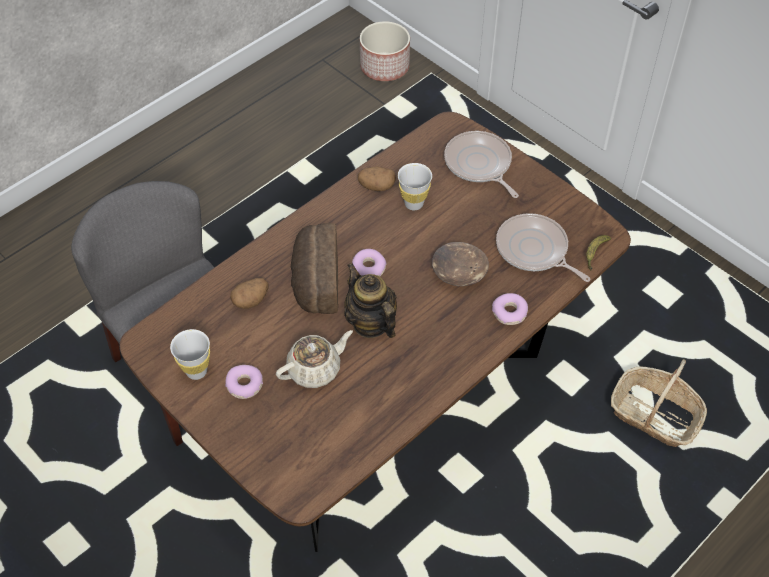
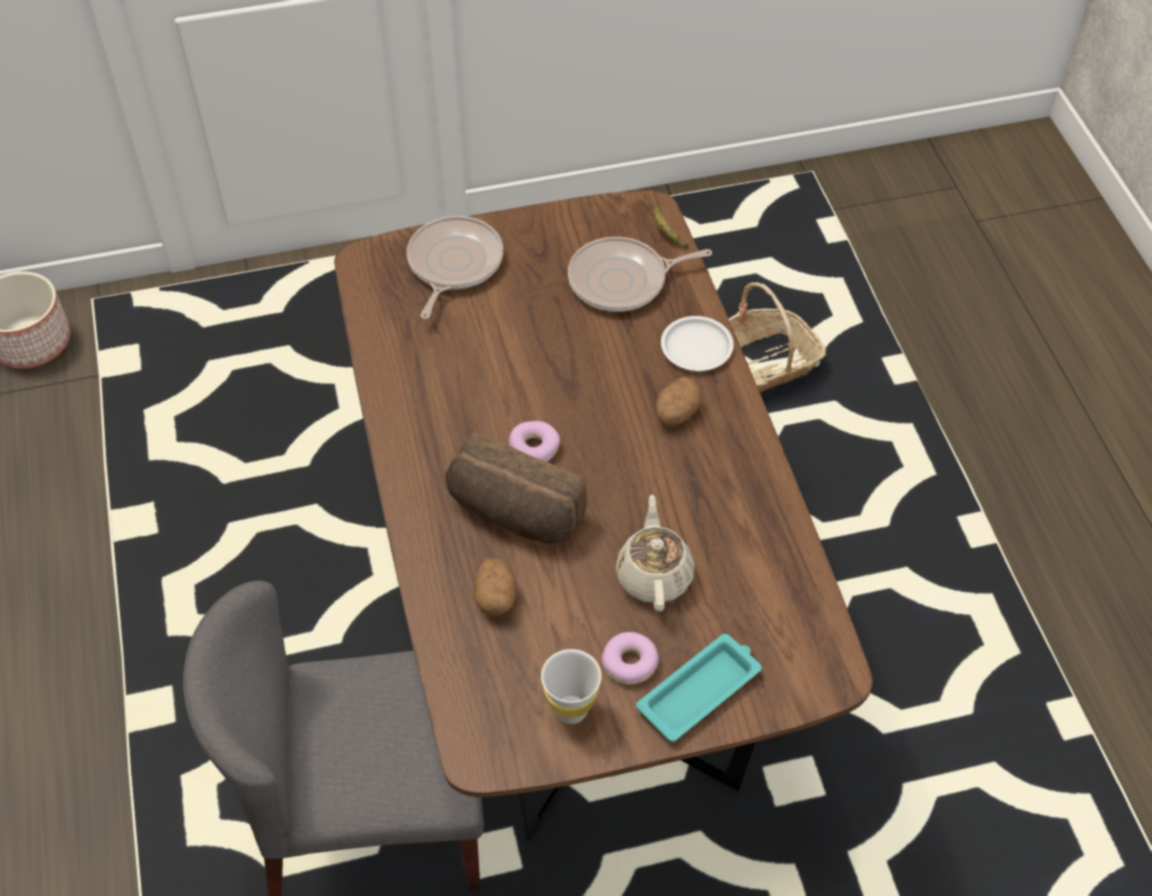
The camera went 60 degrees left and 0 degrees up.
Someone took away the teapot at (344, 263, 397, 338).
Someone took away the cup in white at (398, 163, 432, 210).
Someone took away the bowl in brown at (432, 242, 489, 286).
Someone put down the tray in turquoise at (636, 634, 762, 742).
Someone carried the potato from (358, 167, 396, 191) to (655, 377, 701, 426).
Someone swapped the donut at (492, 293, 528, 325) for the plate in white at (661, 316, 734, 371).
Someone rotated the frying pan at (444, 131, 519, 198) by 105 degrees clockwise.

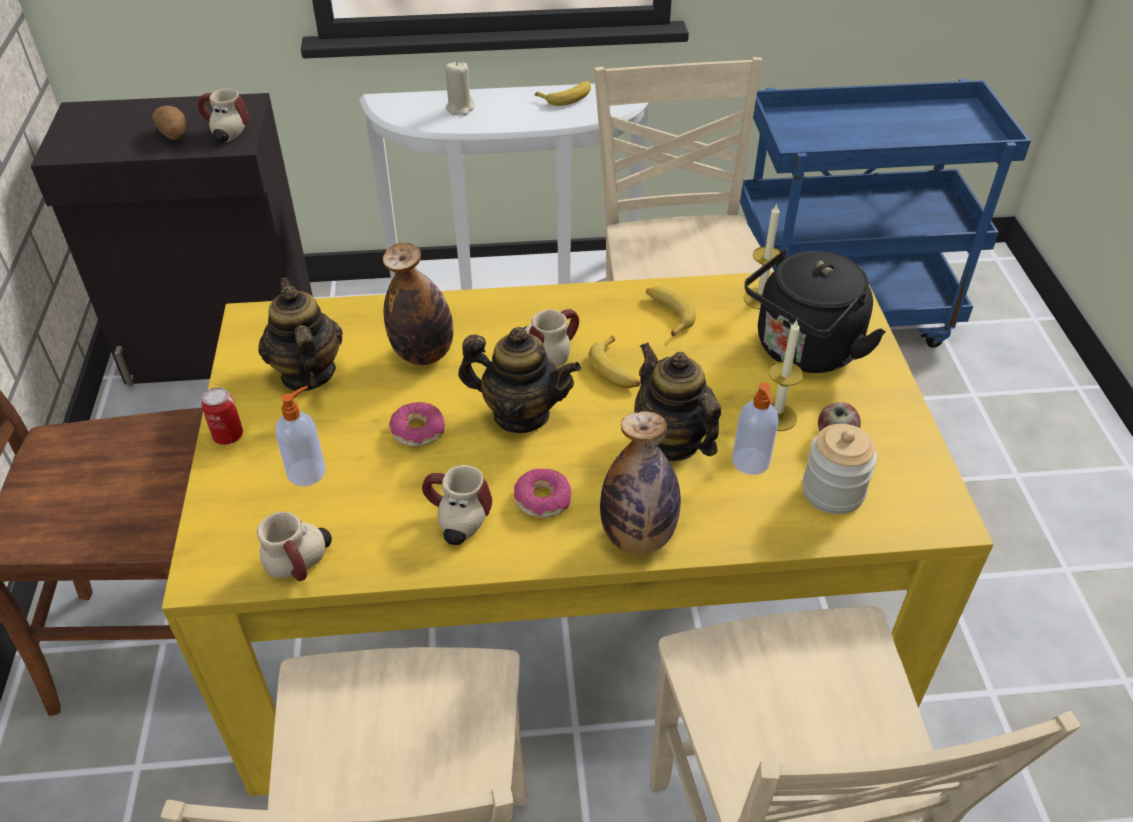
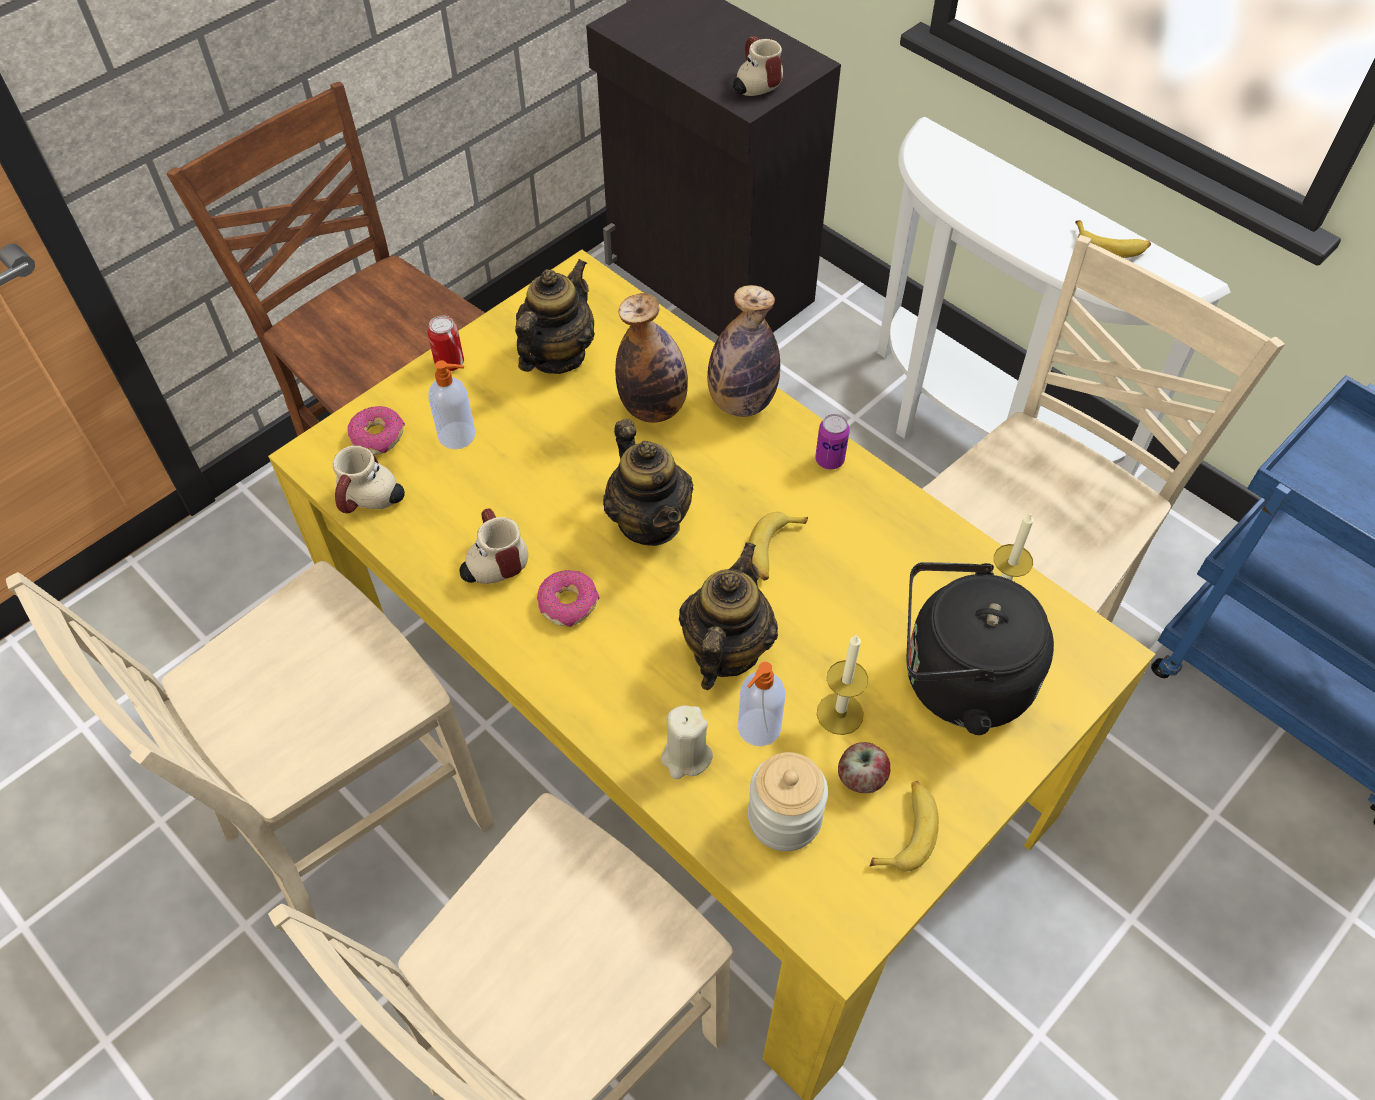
The camera went 50 degrees right and 10 degrees up.
Someone took away the potato at (152, 106, 186, 140).
Someone took away the mug at (524, 309, 579, 367).
Someone put down the can at (815, 414, 850, 469).
Someone carried the donut from (389, 402, 445, 447) to (348, 406, 405, 455).
Someone carried the candle in beige from (445, 61, 475, 116) to (661, 705, 713, 779).
Someone carried the bottle from (600, 411, 681, 554) to (707, 285, 780, 417).
Someone carried the banana from (646, 286, 696, 337) to (870, 781, 939, 871).

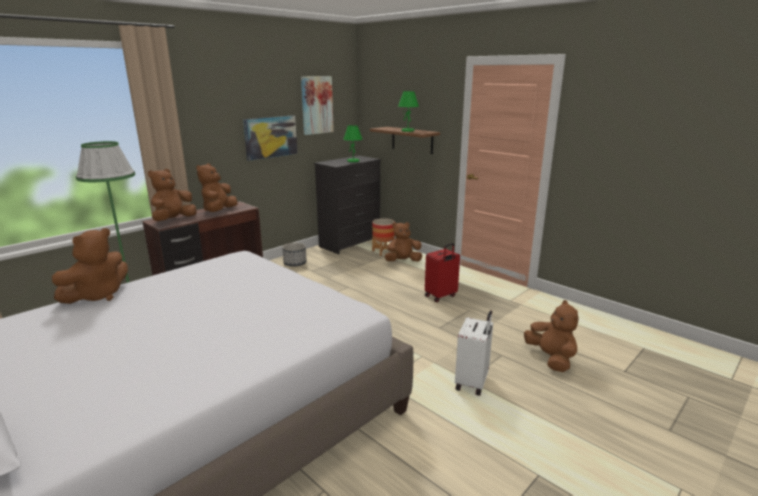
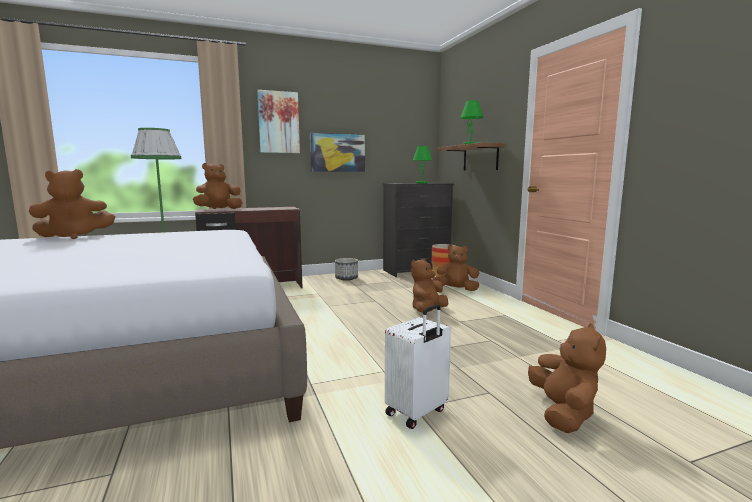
The camera went 25 degrees right and 10 degrees down.
Someone took away the suitcase in red at (425, 243, 460, 302).
Someone carried the plush toy in brown from (196, 163, 238, 212) to (411, 258, 448, 312).
Someone carried the picture from (301, 76, 334, 135) to (257, 90, 300, 153).

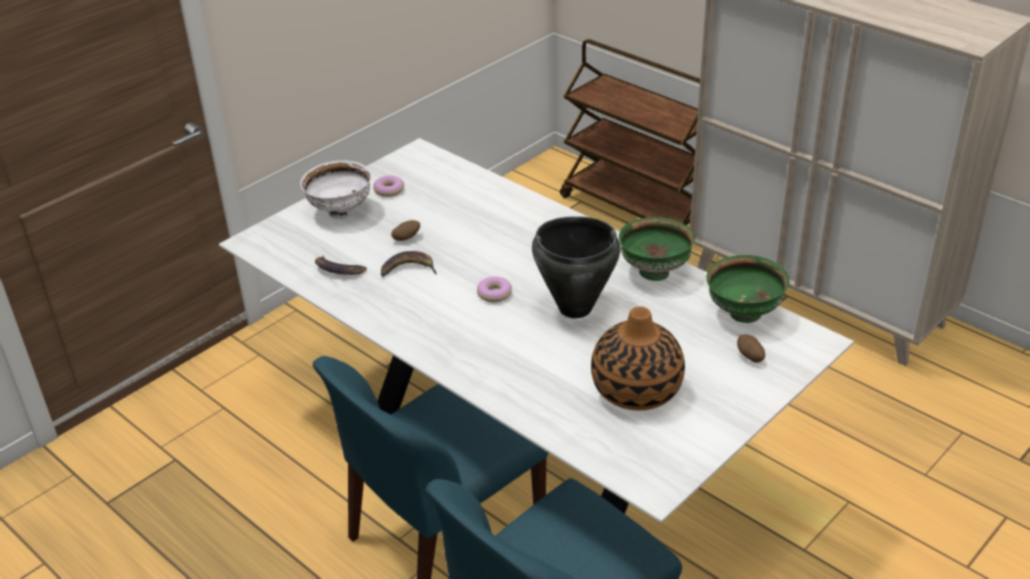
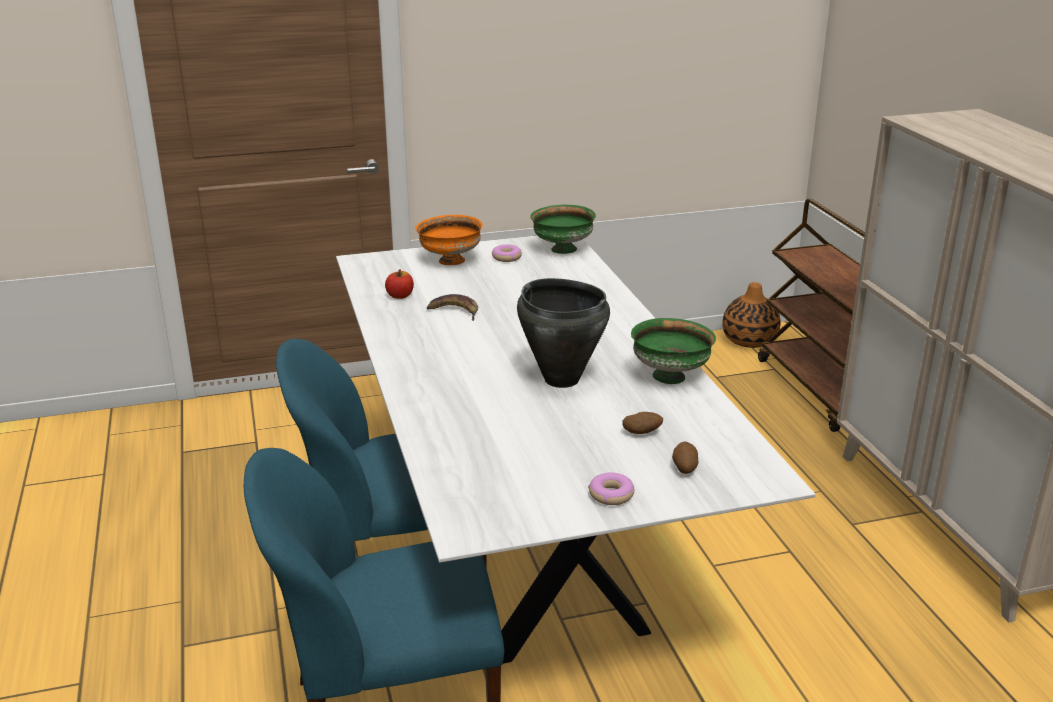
The camera went 30 degrees right and 10 degrees down.
Someone carried the potato from (391, 220, 420, 241) to (622, 412, 663, 434).
Someone carried the donut from (477, 277, 512, 302) to (588, 473, 634, 505).
Someone carried the vase from (591, 306, 685, 410) to (722, 282, 781, 348).
Someone carried the bowl in green from (706, 255, 789, 323) to (530, 205, 596, 254).
Someone swapped the banana at (315, 256, 367, 275) for the apple at (385, 269, 414, 299).
Someone repainted the bowl in white at (300, 160, 372, 219), which became the bowl in orange at (416, 215, 483, 265).

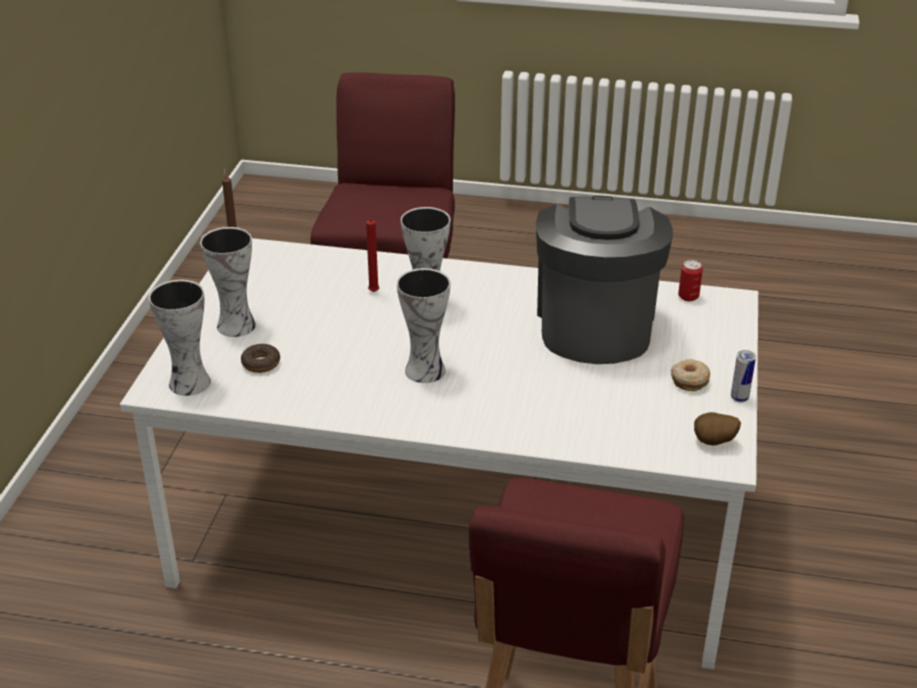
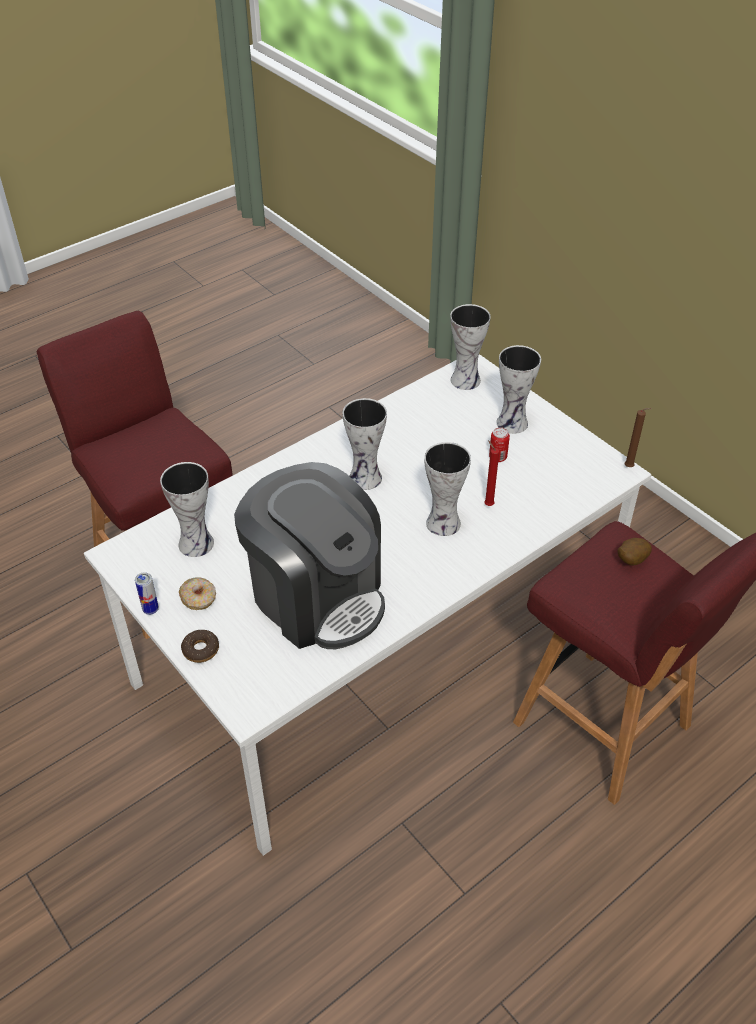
The camera went 130 degrees right and 10 degrees up.
Someone put down the vase at (160, 462, 214, 557).
Someone carried the donut from (241, 343, 280, 373) to (181, 630, 219, 663).
Someone carried the can from (678, 260, 703, 301) to (489, 427, 510, 462).
Someone carried the potato from (694, 412, 741, 446) to (617, 538, 652, 566).

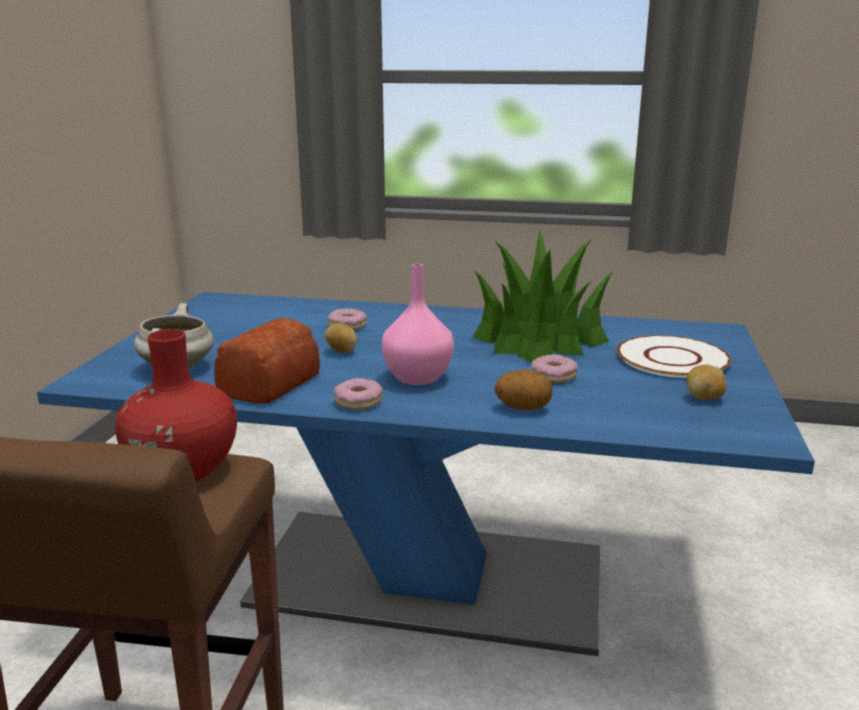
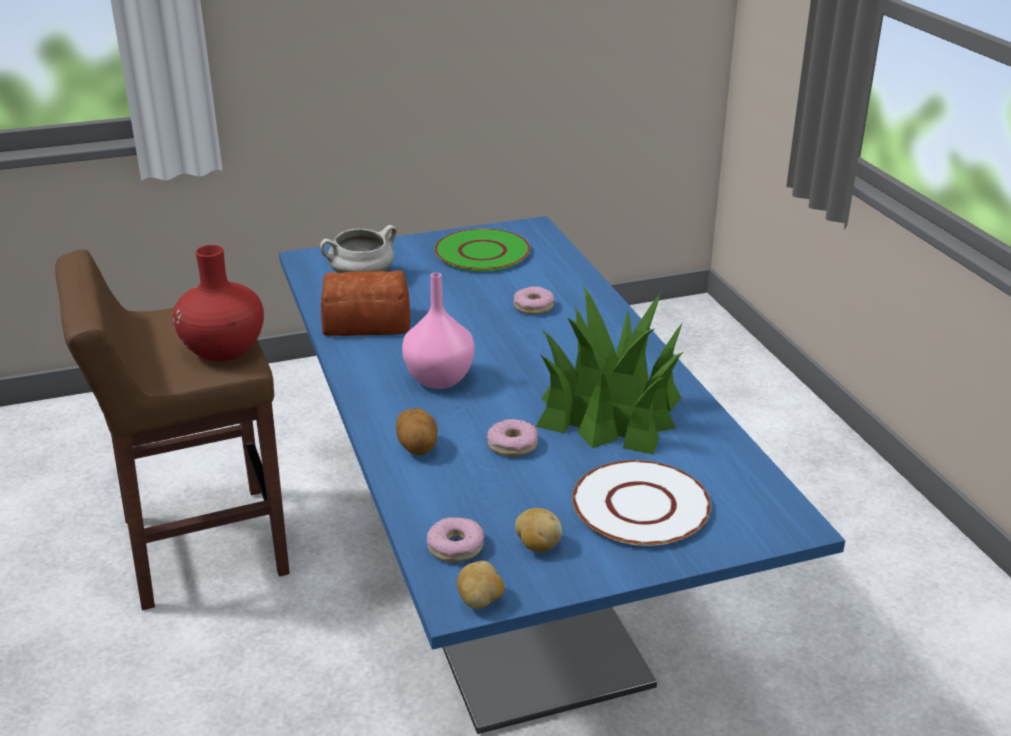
The camera went 60 degrees right and 10 degrees up.
Someone put down the plate in green at (435, 228, 530, 272).
Someone carried the potato from (325, 323, 357, 353) to (457, 561, 505, 609).
Someone carried the donut from (334, 378, 383, 410) to (427, 517, 484, 562).

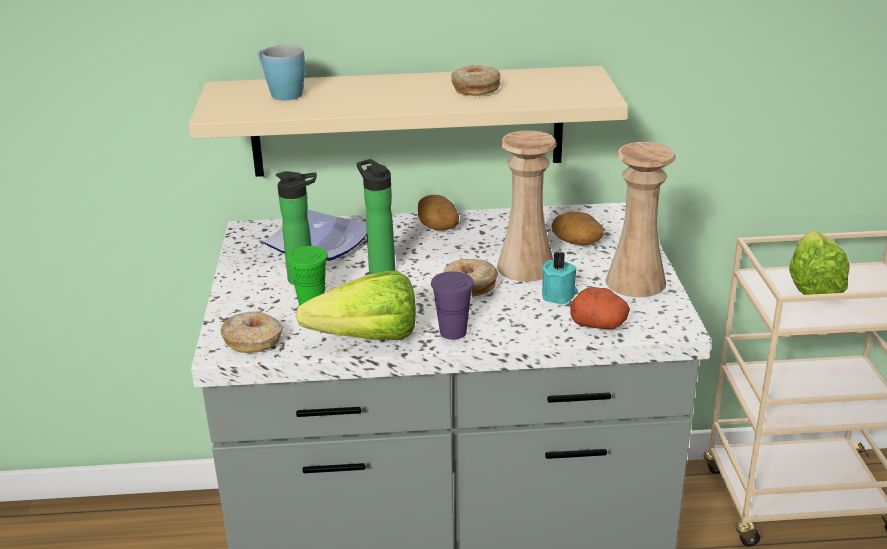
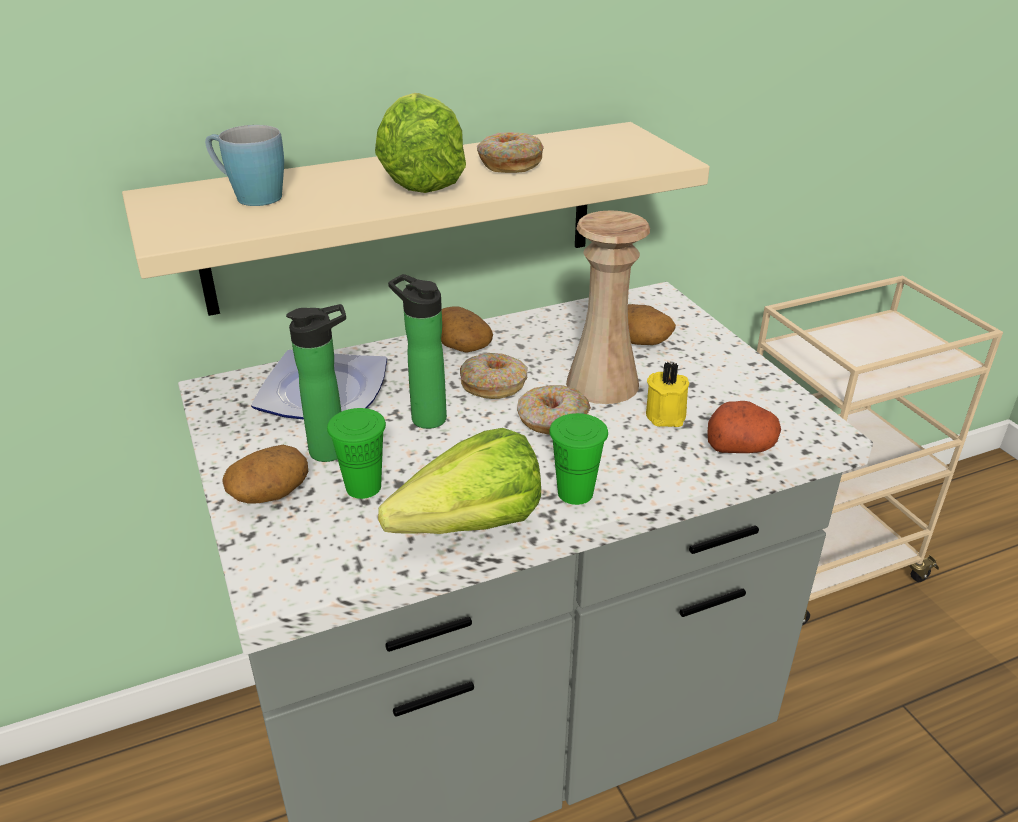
The camera went 20 degrees left and 5 degrees up.
Someone took away the vase in beige at (605, 142, 676, 297).
Someone put down the potato at (222, 445, 308, 504).
Someone carried the donut from (220, 312, 283, 353) to (460, 353, 528, 399).
Someone carried the lettuce from (789, 230, 850, 295) to (375, 93, 466, 193).
Someone repainted the cup in purple at (431, 271, 474, 340), which became the cup in green at (549, 413, 608, 505).
Someone repainted the candle in turquoise at (542, 251, 578, 304), which became the candle in yellow at (646, 361, 689, 427).

